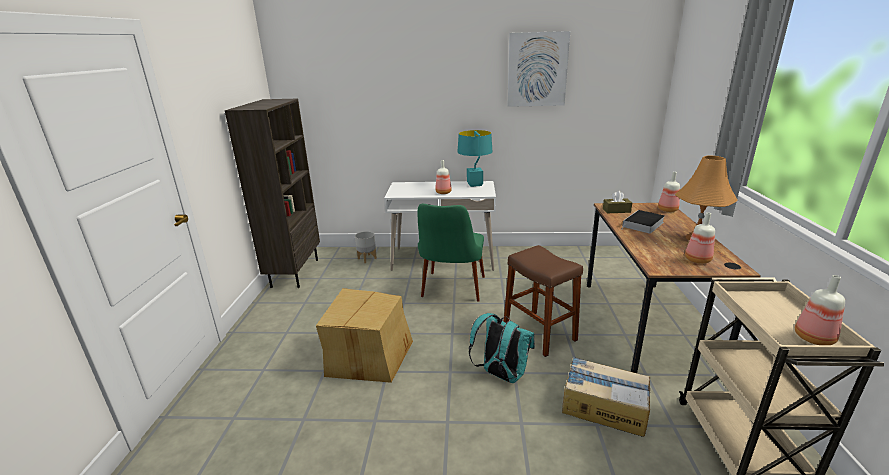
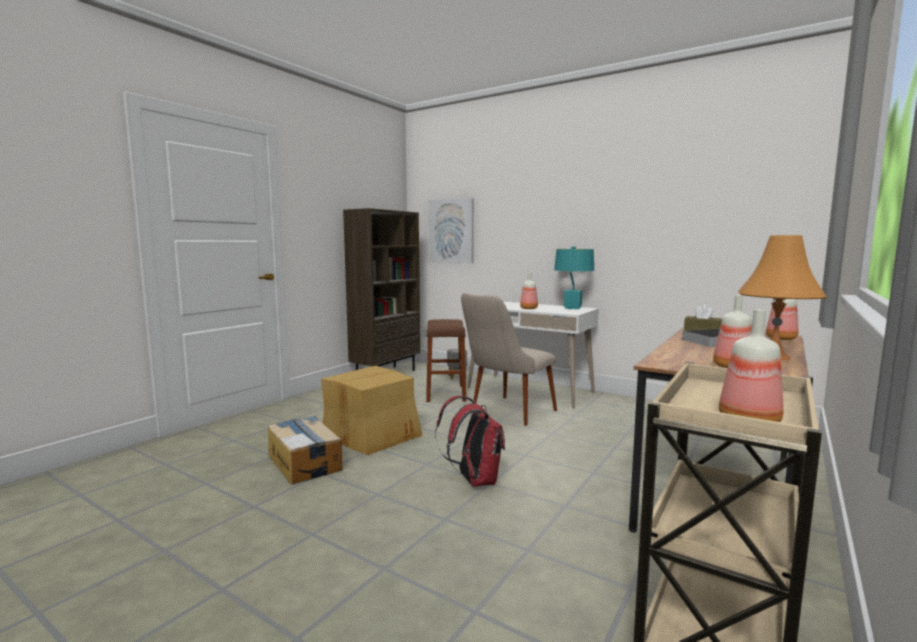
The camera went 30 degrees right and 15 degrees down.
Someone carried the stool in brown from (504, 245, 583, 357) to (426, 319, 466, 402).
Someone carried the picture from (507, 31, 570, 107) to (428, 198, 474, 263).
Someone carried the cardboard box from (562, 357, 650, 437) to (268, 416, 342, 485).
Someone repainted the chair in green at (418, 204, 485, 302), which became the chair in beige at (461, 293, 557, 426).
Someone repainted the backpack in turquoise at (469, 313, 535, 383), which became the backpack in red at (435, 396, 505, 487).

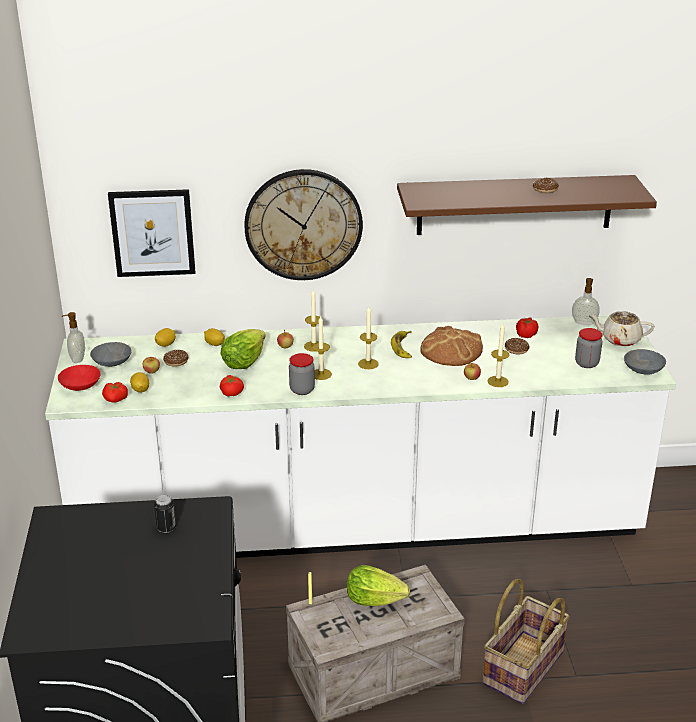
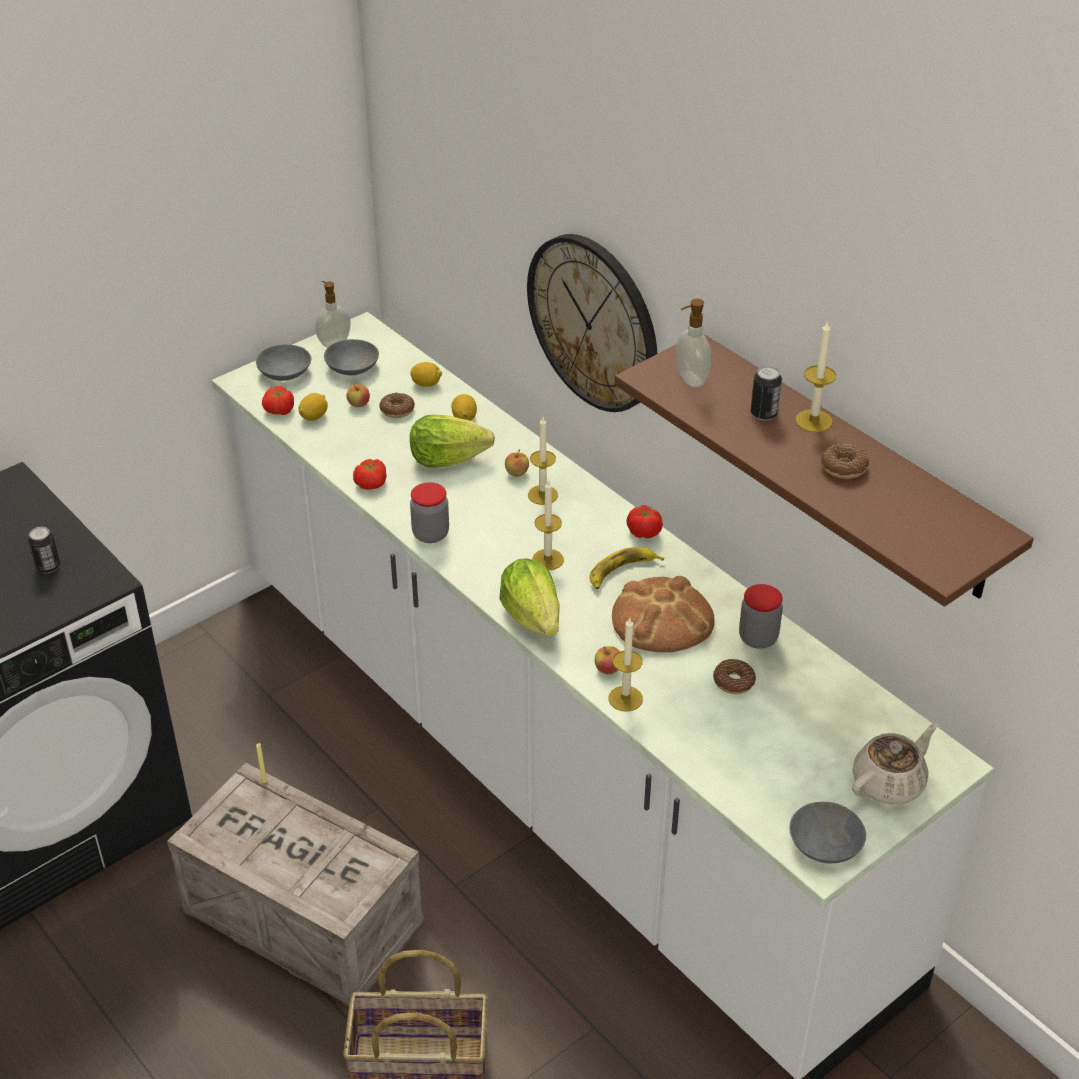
The camera went 55 degrees right and 10 degrees up.
Someone took away the picture at (108, 189, 195, 277).
Someone put down the can at (751, 366, 782, 421).
Someone carried the candle from (312, 316, 332, 380) to (796, 320, 836, 432).
Someone carried the lettuce from (347, 565, 410, 606) to (499, 558, 560, 637).
Someone carried the tomato from (516, 318, 538, 338) to (626, 505, 663, 538).
Someone carried the soap dispenser from (572, 278, 600, 325) to (676, 299, 711, 387).
Someone carried the jar from (575, 328, 602, 368) to (739, 584, 783, 649).
Someone repainted the bowl in red at (58, 365, 101, 391), which became the bowl in grey at (256, 344, 311, 381).
Someone rotated the teapot in beige at (590, 311, 655, 346) by 75 degrees clockwise.

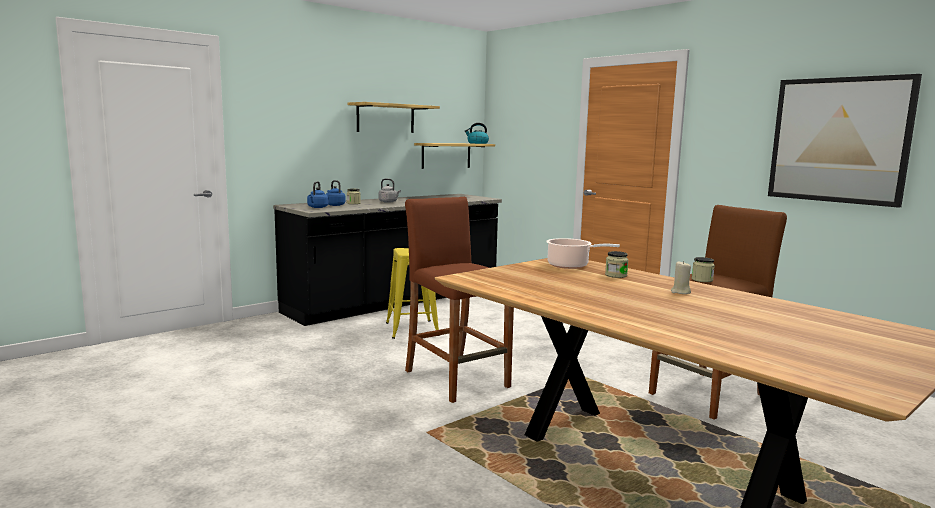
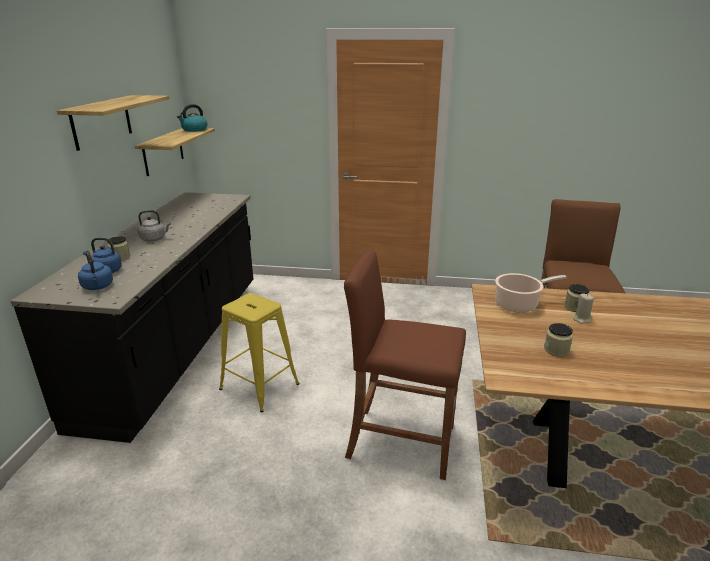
The camera went 40 degrees left and 15 degrees up.
Someone took away the picture at (768, 74, 922, 208).
Someone carried the candle in beige from (671, 261, 691, 294) to (573, 294, 594, 324).
Someone carried the jar from (692, 257, 715, 282) to (544, 323, 573, 357).

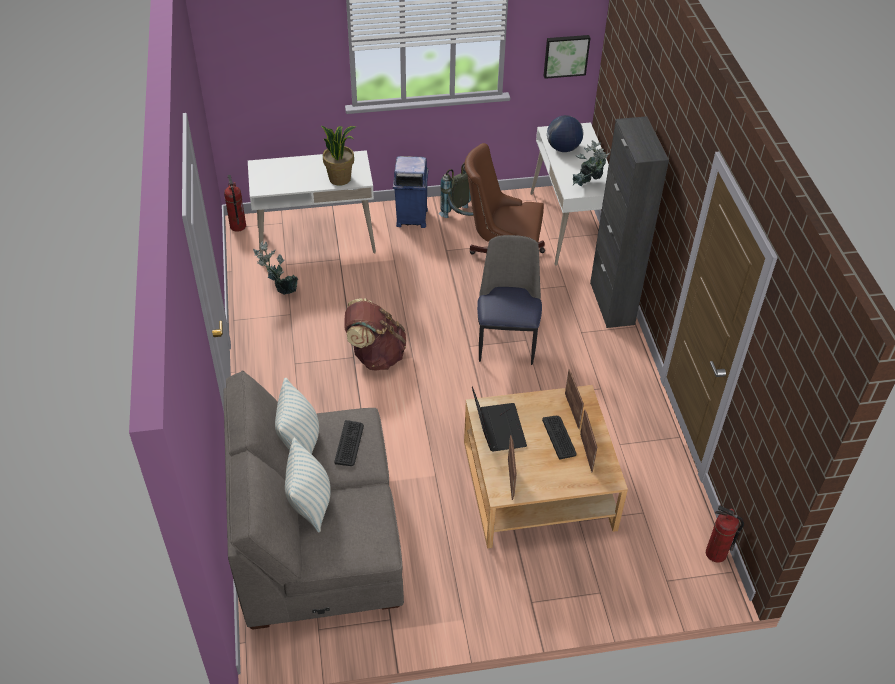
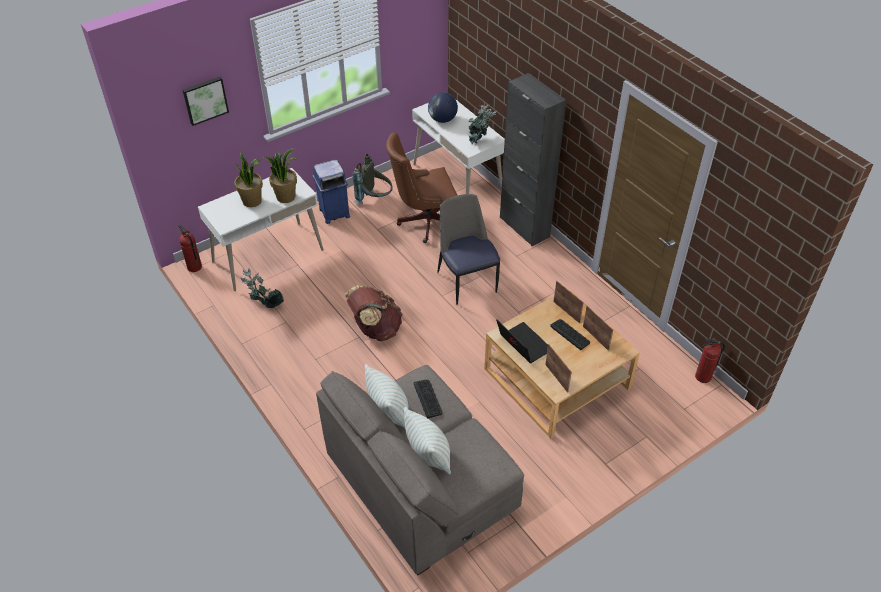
The camera went 25 degrees left and 0 degrees up.
Someone put down the potted plant at (233, 152, 263, 207).
Someone carried the picture from (544, 35, 590, 79) to (183, 77, 229, 126).

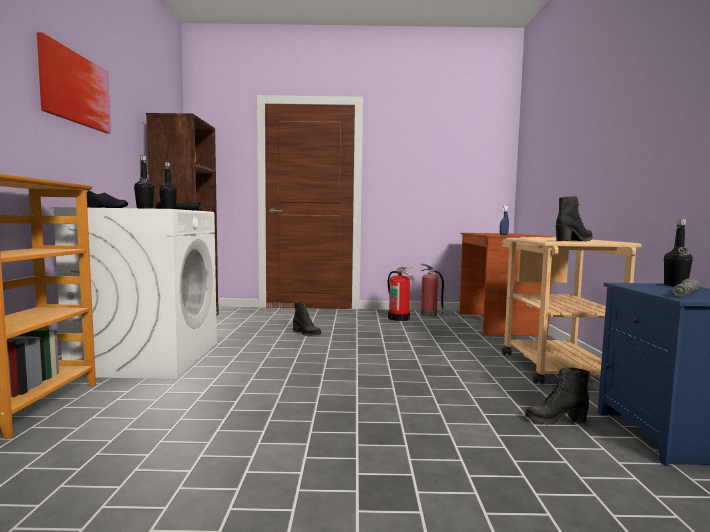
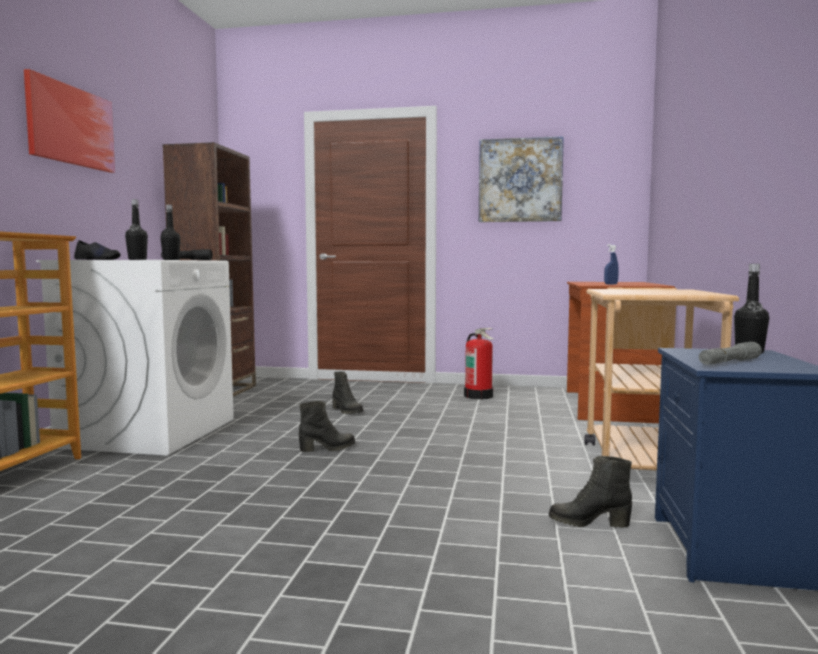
The camera went 10 degrees right and 0 degrees up.
Someone took away the fire extinguisher at (421, 264, 444, 317).
Someone put up the picture at (479, 136, 564, 222).
Someone carried the boot in black from (556, 196, 593, 241) to (299, 401, 355, 452).

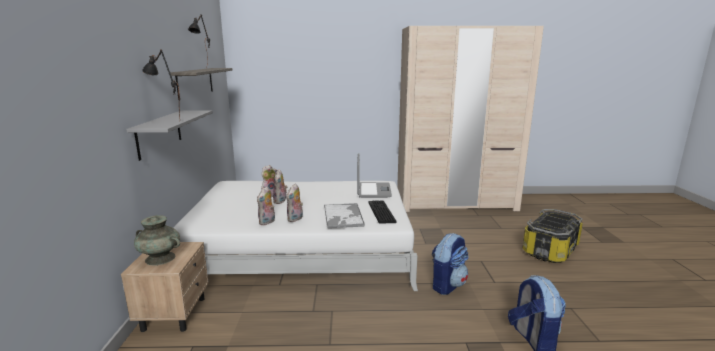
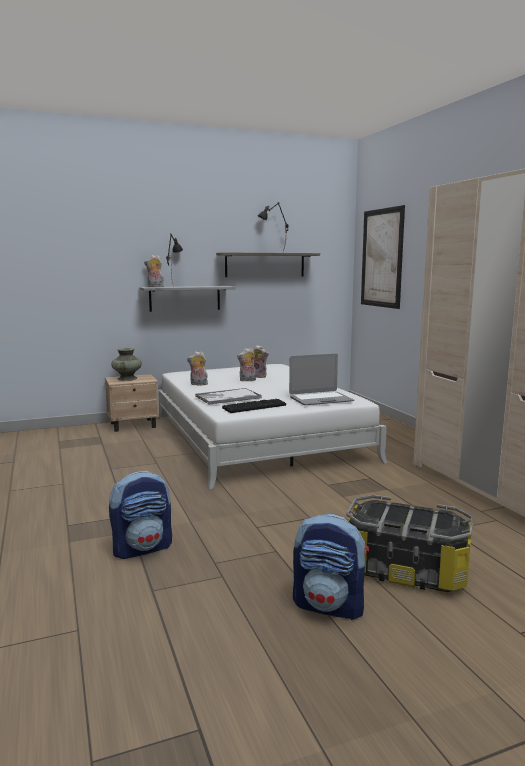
The camera went 70 degrees right and 5 degrees down.
Someone put up the picture at (361, 205, 405, 309).
Someone carried the plush toy from (286, 184, 303, 222) to (144, 255, 164, 287).
Someone carried the backpack from (432, 233, 469, 295) to (293, 514, 369, 620).

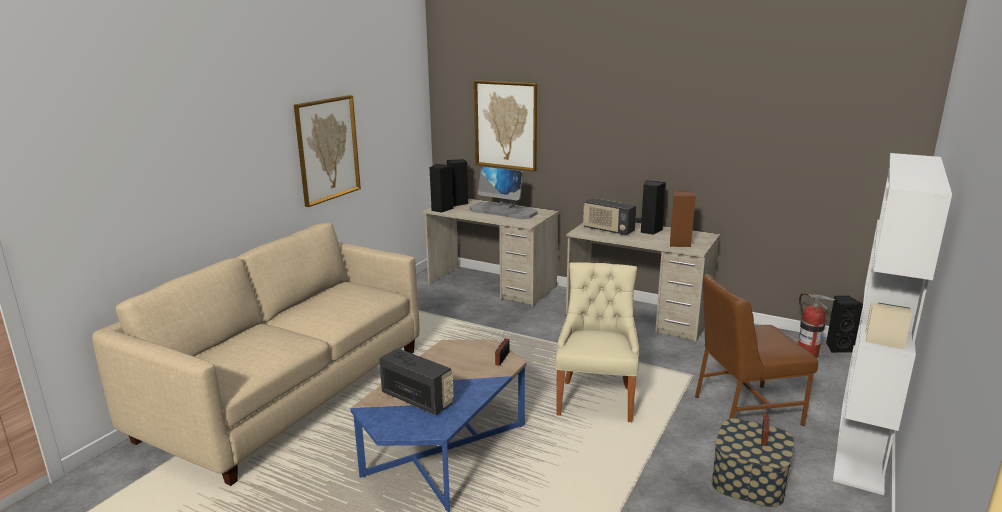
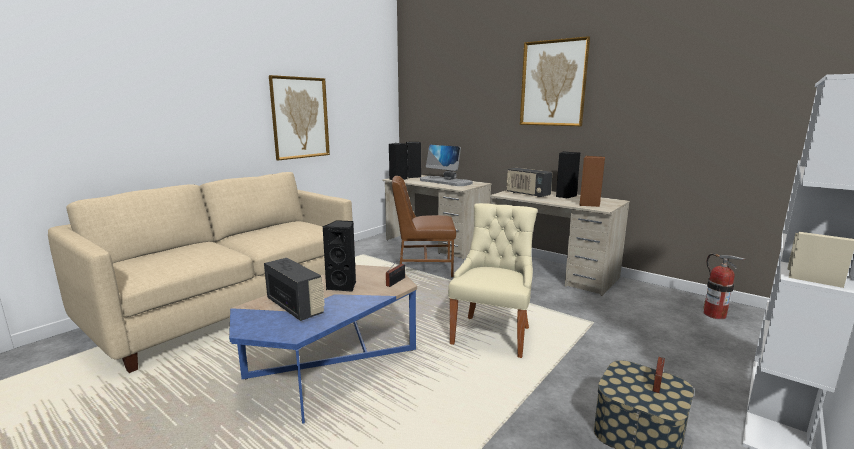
The camera went 10 degrees right and 5 degrees down.
Someone carried the picture from (474, 80, 537, 172) to (520, 36, 590, 126).
Someone carried the chair in brown from (695, 274, 818, 426) to (392, 176, 456, 278).
Someone carried the speaker in black from (826, 296, 863, 353) to (322, 220, 356, 292).

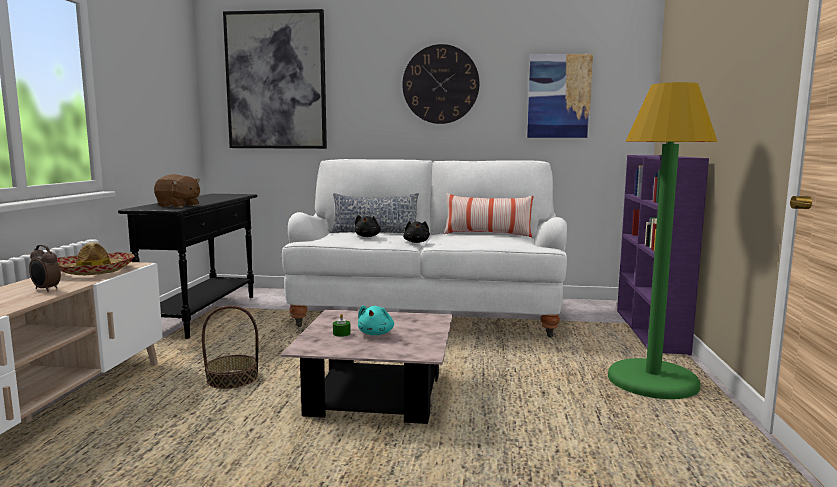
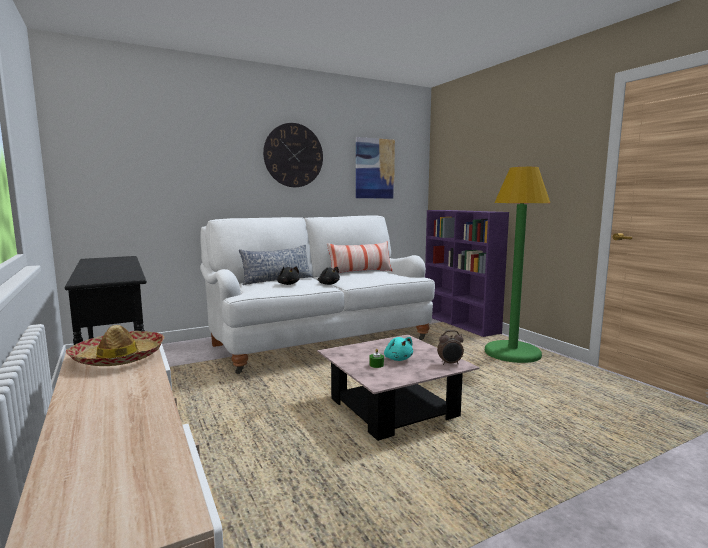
The camera went 35 degrees left and 0 degrees up.
Someone took away the plush toy in brown at (154, 174, 200, 208).
Someone took away the basket at (202, 305, 258, 389).
Someone took away the picture at (223, 9, 327, 149).
Someone carried the alarm clock from (29, 245, 61, 292) to (437, 330, 464, 365).

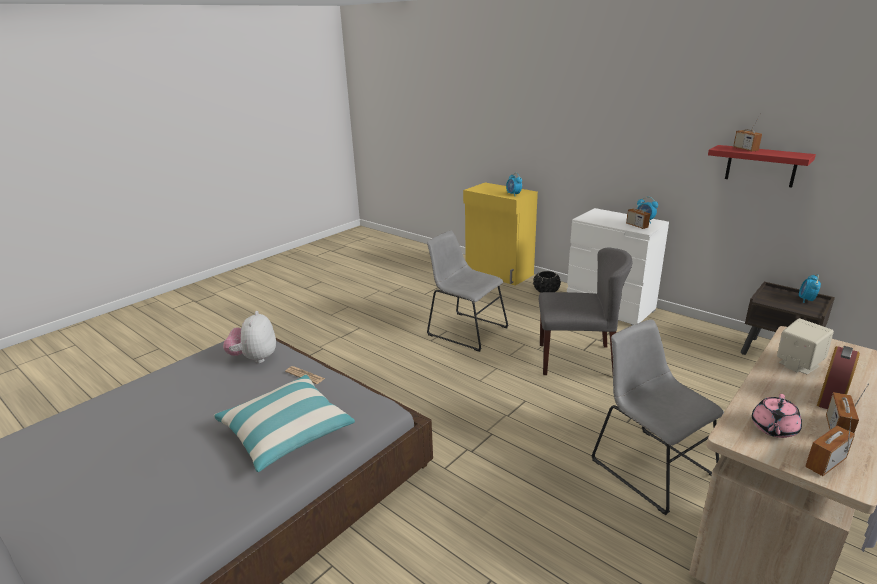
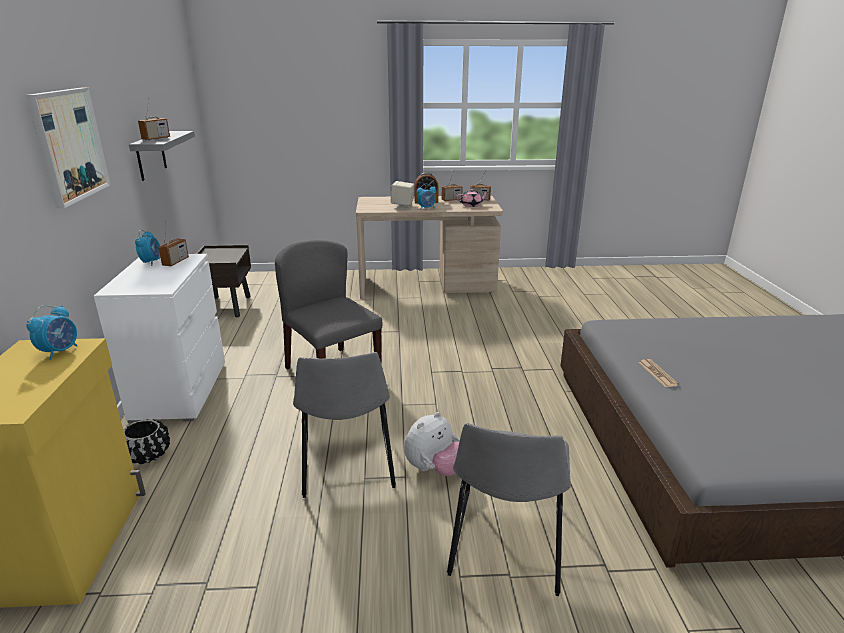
The camera went 135 degrees left and 0 degrees up.
Someone took away the pillow at (214, 375, 355, 472).
Someone put up the picture at (26, 88, 111, 208).
Someone carried the plush toy from (223, 311, 276, 363) to (404, 412, 460, 476).
Someone carried the chair in grey from (591, 319, 724, 516) to (447, 423, 571, 596).
Someone carried the alarm clock from (799, 274, 821, 303) to (417, 184, 436, 210).
Someone repainted the shelf in red at (708, 145, 816, 188), which became the shelf in grey at (129, 131, 195, 181).

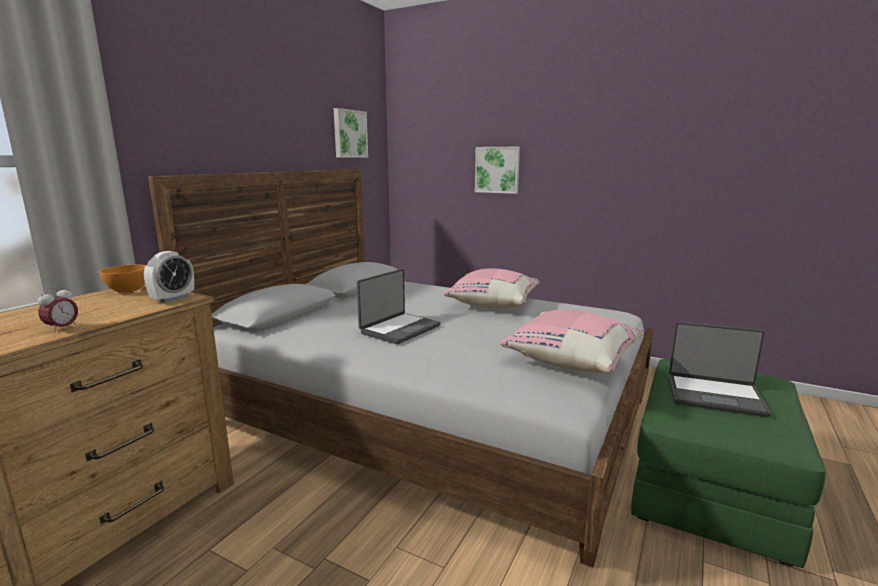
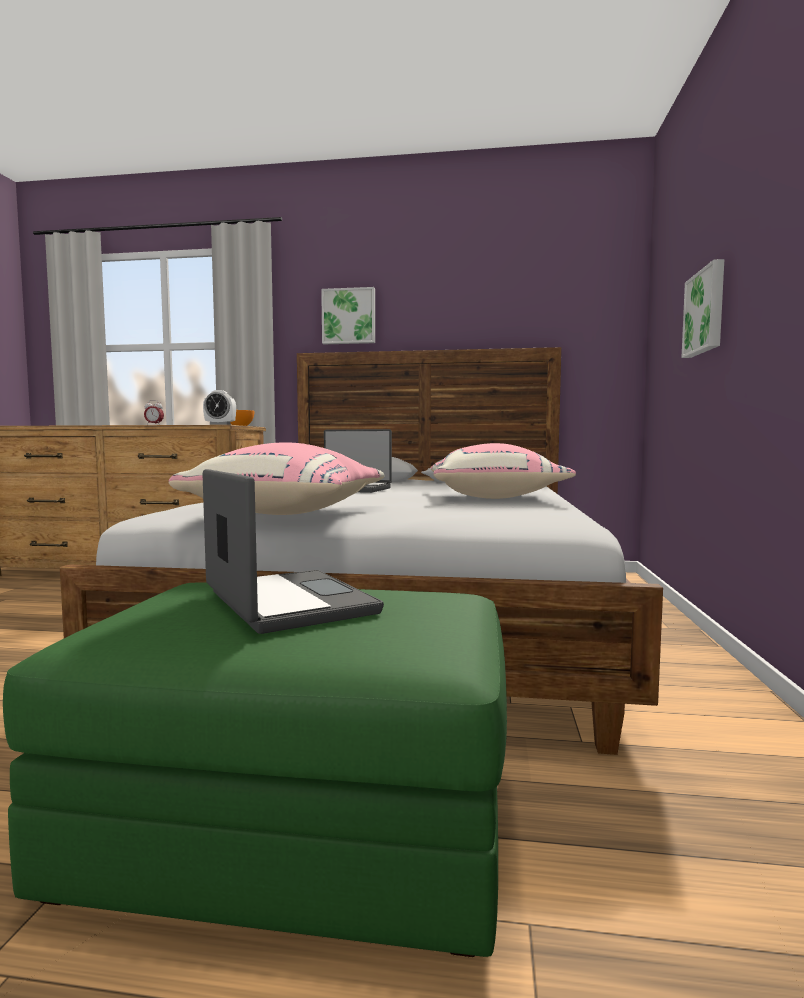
The camera went 70 degrees right and 10 degrees down.
Someone carried the picture from (334, 108, 368, 158) to (321, 287, 375, 344).
Someone rotated the laptop at (669, 322, 771, 417) by 150 degrees clockwise.

